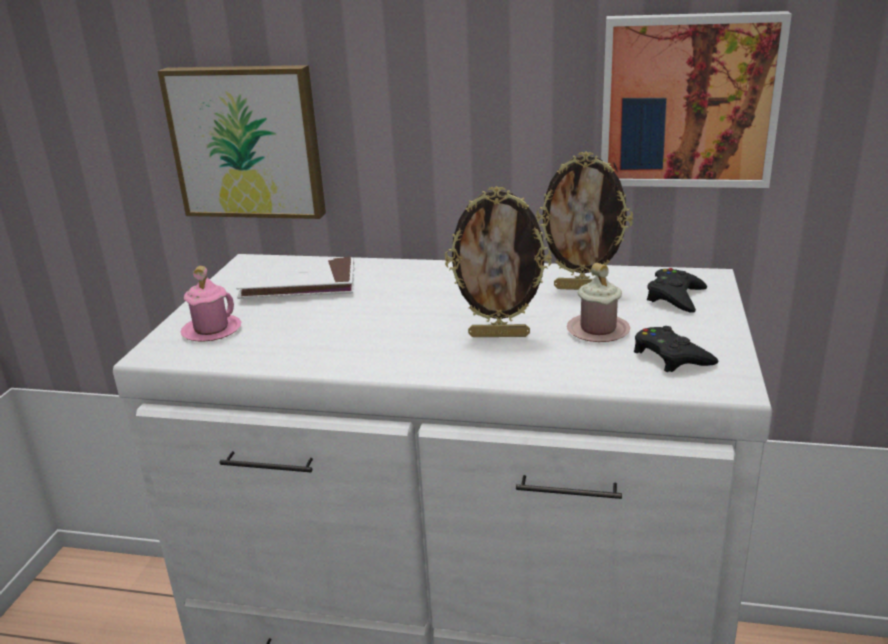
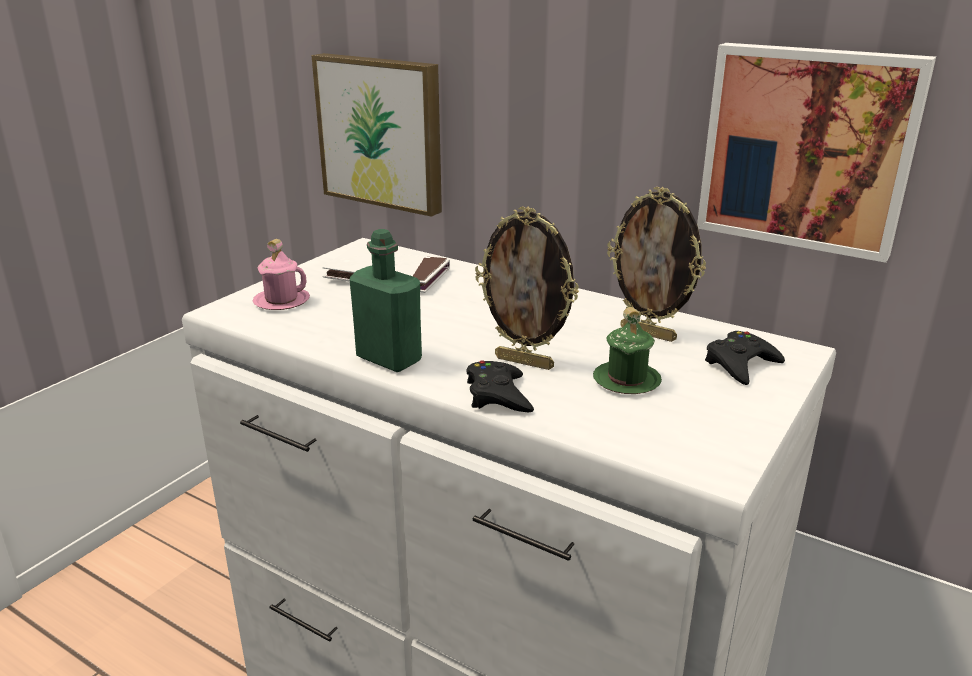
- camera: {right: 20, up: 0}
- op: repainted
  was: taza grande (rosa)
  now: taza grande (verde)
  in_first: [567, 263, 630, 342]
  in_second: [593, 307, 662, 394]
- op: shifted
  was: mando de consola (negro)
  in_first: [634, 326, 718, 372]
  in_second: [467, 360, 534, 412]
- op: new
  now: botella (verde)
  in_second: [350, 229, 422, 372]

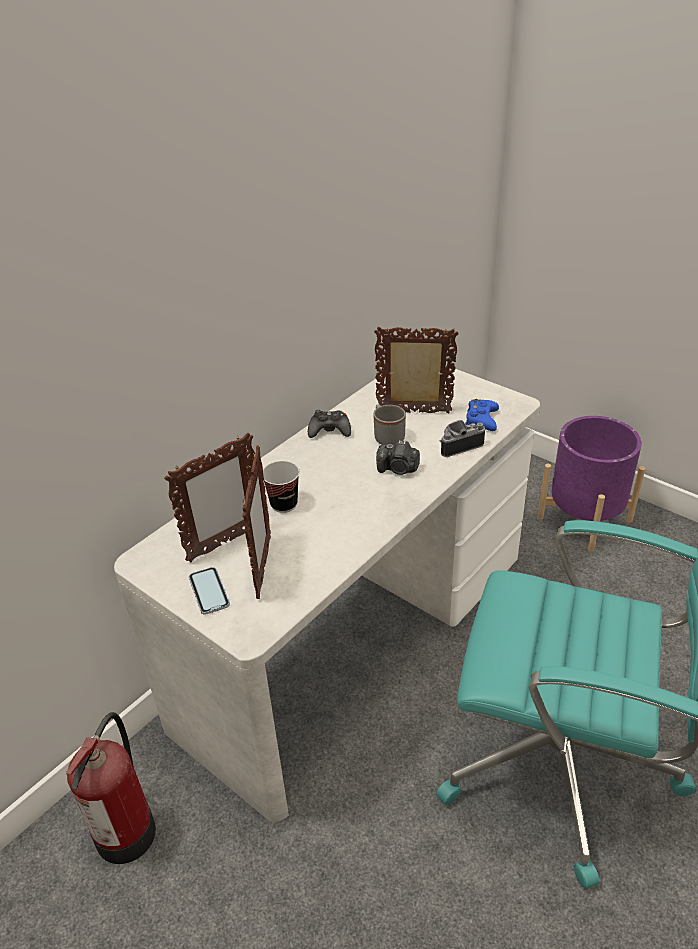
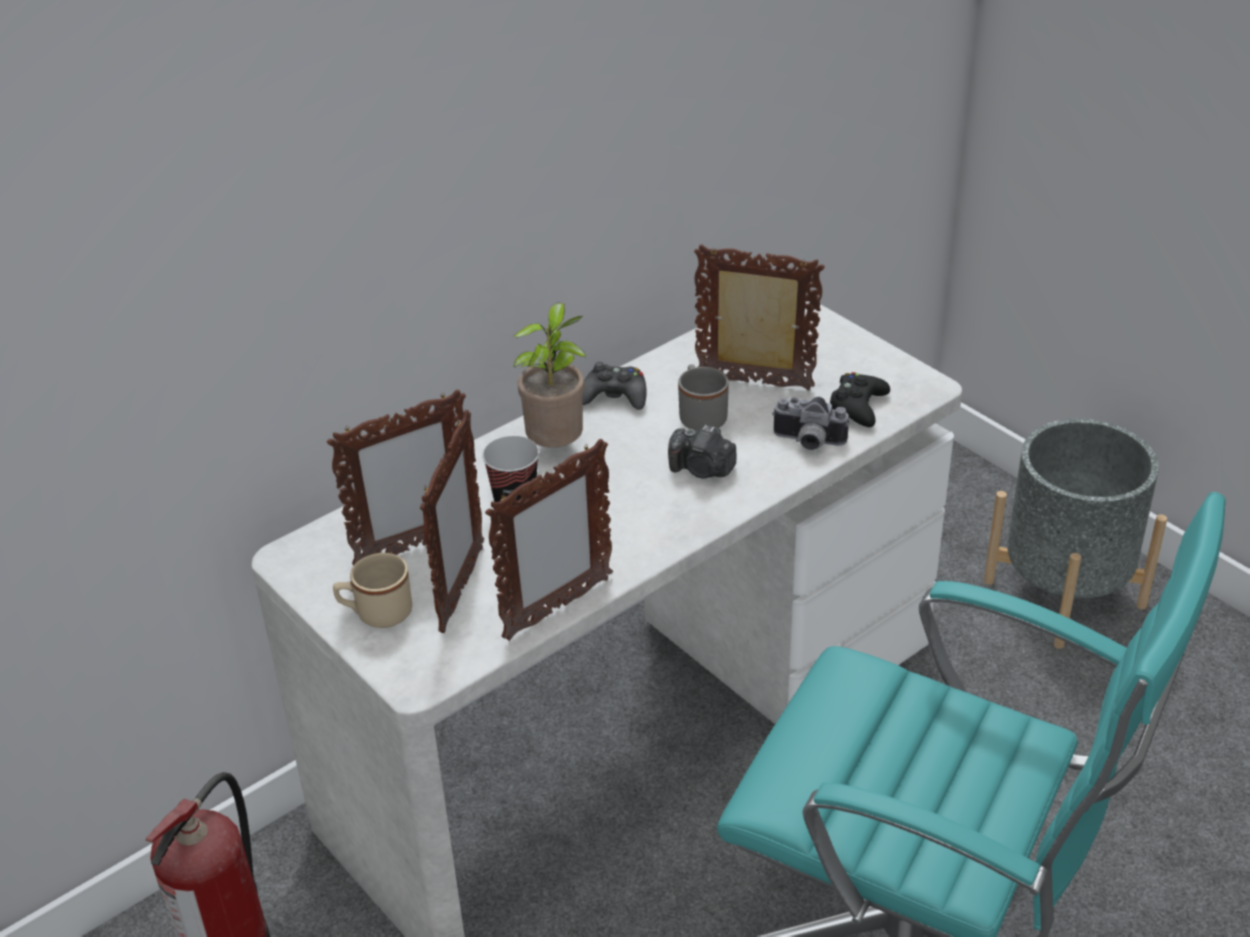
- camera: {right: 10, up: 0}
- op: repainted
  was: mando de consola (azul)
  now: mando de consola (negro)
  in_first: [465, 399, 499, 431]
  in_second: [830, 372, 890, 427]
- op: repainted
  was: maceta (morado)
  now: maceta (gris)
  in_first: [537, 416, 645, 552]
  in_second: [984, 419, 1167, 649]
- op: rotated
  was: cámara
  in_first: [440, 420, 485, 457]
  in_second: [772, 397, 849, 450]
  clockwise: -150
- op: swapped
  was: móvil
  now: taza grande (beis)
  in_first: [189, 567, 230, 615]
  in_second: [333, 553, 412, 628]
- op: new
  now: planta en maceta
  in_second: [513, 303, 587, 448]
- op: new
  now: portarretratos
  in_second: [485, 439, 613, 641]

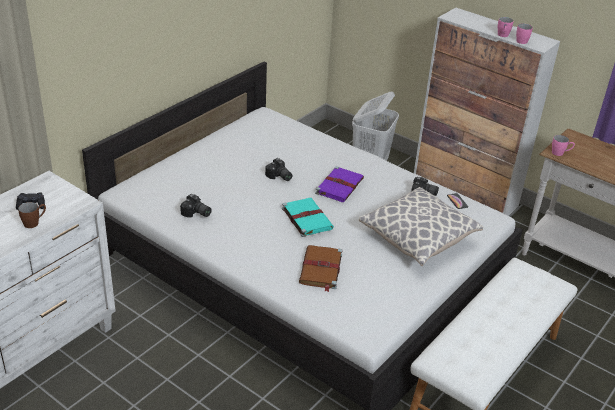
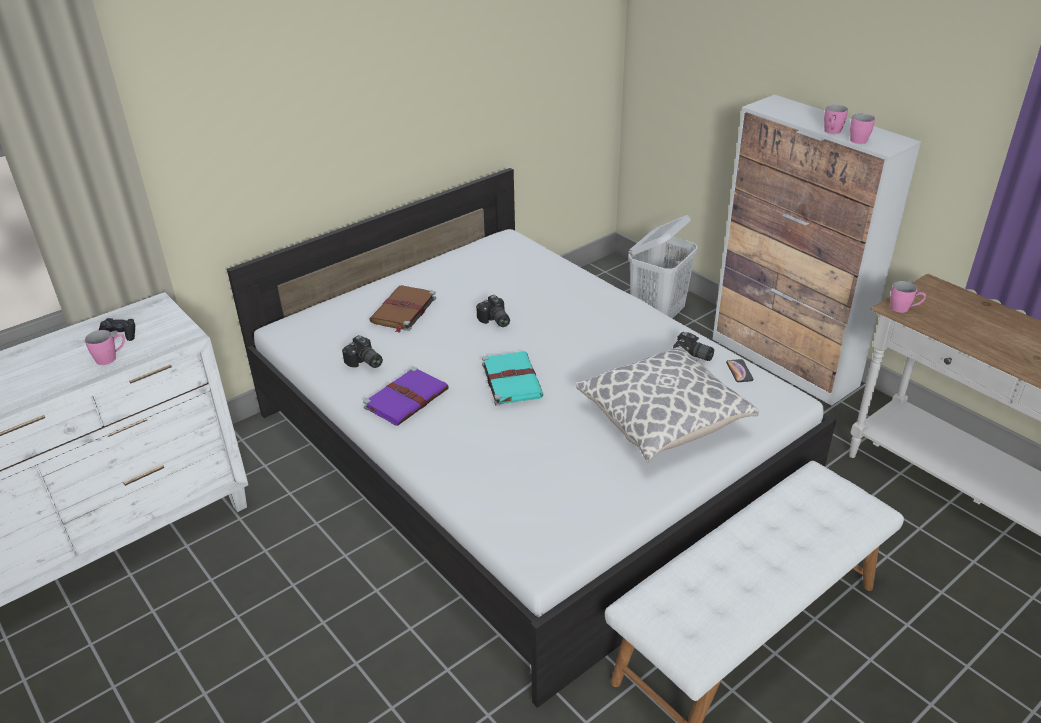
- camera: {right: 15, up: 0}
- op: shifted
  was: libro (morado)
  in_first: [315, 166, 364, 202]
  in_second: [363, 367, 449, 426]
- op: repainted
  was: taza grande (marrón)
  now: taza grande (rosa)
  in_first: [18, 202, 46, 228]
  in_second: [85, 330, 125, 365]
- op: shifted
  was: libro (marrón)
  in_first: [299, 245, 342, 292]
  in_second: [369, 285, 436, 333]

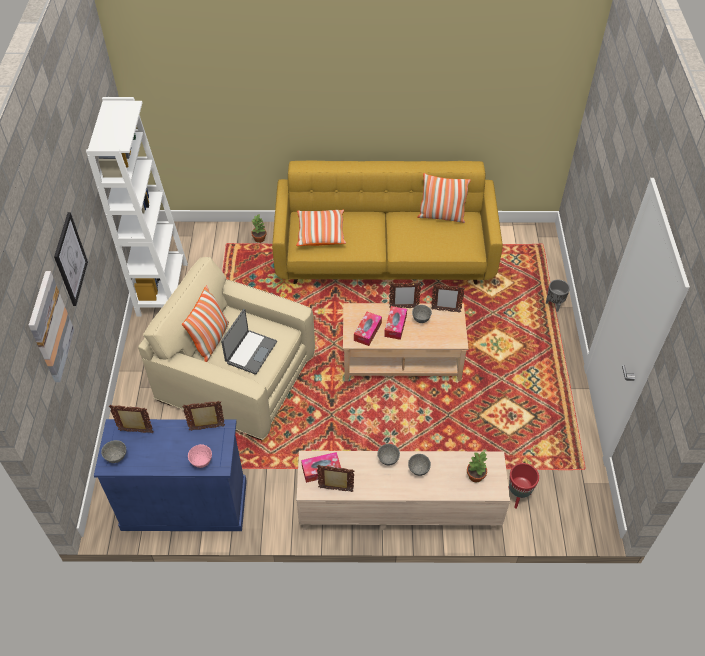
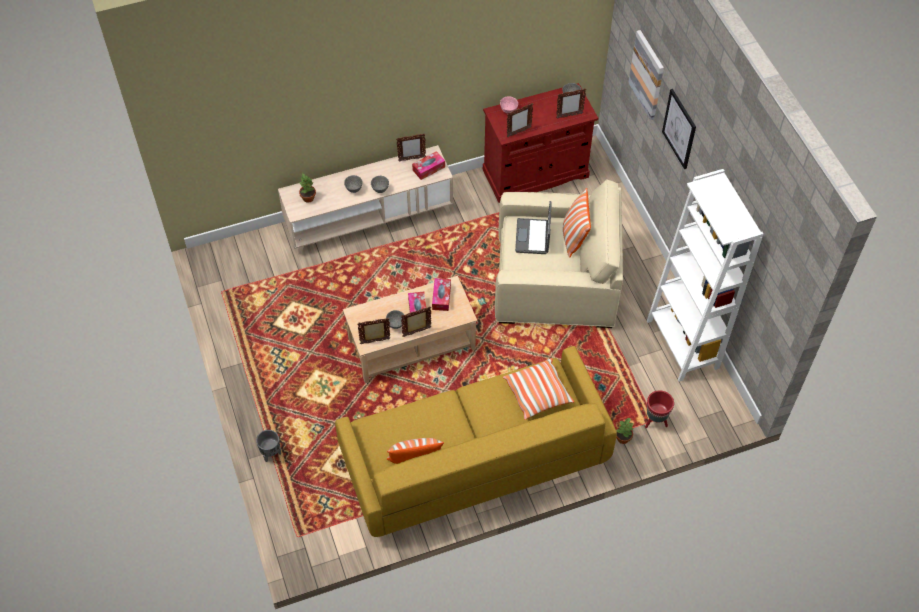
- camera: {right: 160, up: 5}
- op: repainted
  was: armario (azul)
  now: armario (rojo)
  in_first: [94, 419, 247, 531]
  in_second: [483, 83, 598, 203]
- op: shifted
  was: maceta (rojo)
  in_first: [508, 463, 539, 509]
  in_second: [645, 390, 674, 428]

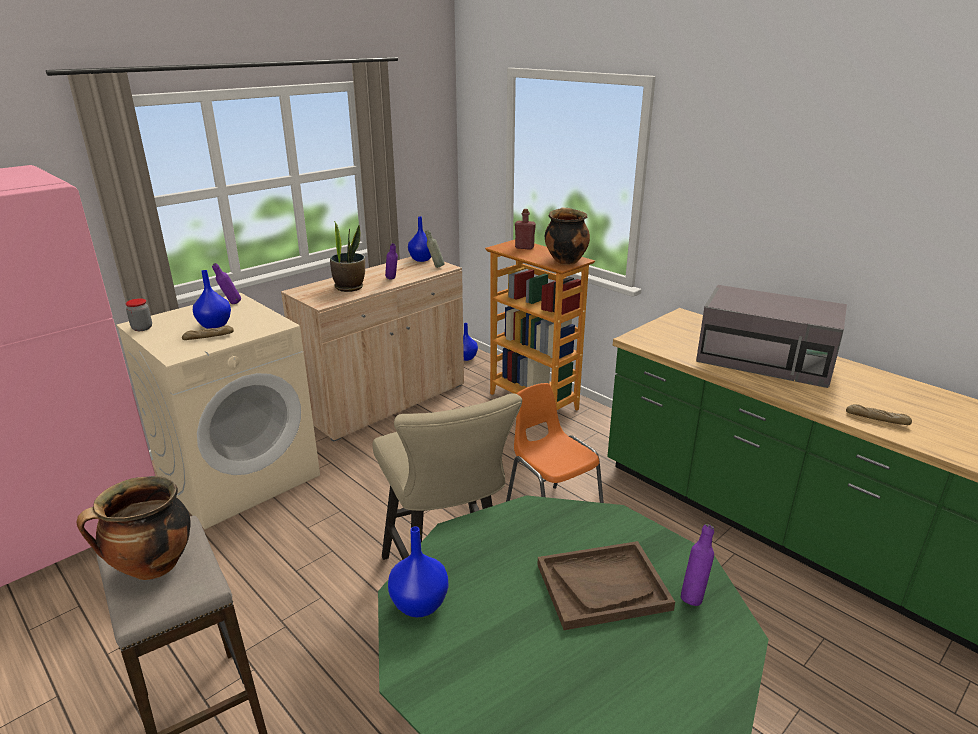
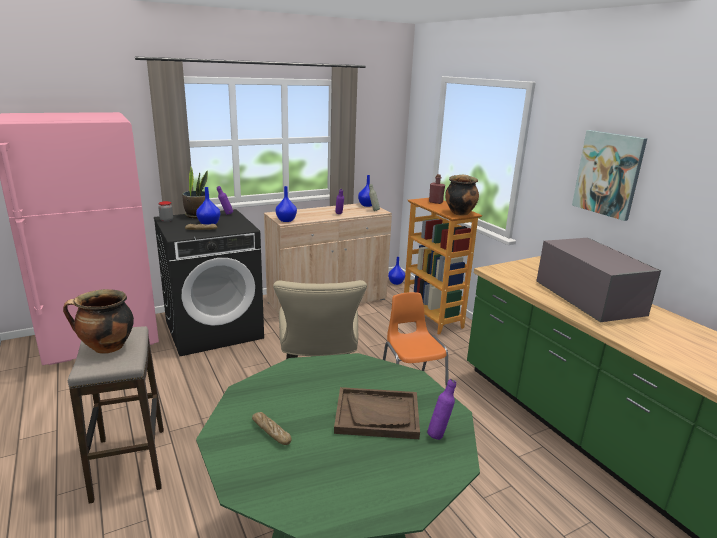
- camera: {right: 15, up: -5}
- op: shifted
  was: planta en maceta
  in_first: [330, 221, 365, 292]
  in_second: [182, 166, 208, 219]
- op: rotated
  was: microondas (gris)
  in_first: [696, 285, 847, 388]
  in_second: [537, 238, 661, 322]
  clockwise: -150
- op: repainted
  was: lavadora (beis)
  now: lavadora (negro)
  in_first: [116, 293, 320, 529]
  in_second: [154, 209, 264, 356]
- op: shifted
  was: pan
  in_first: [846, 404, 912, 425]
  in_second: [252, 412, 292, 445]
- op: shifted
  was: florero (azul)
  in_first: [388, 526, 448, 617]
  in_second: [275, 186, 297, 222]
- op: new
  now: cuadro
  in_second: [572, 130, 647, 221]

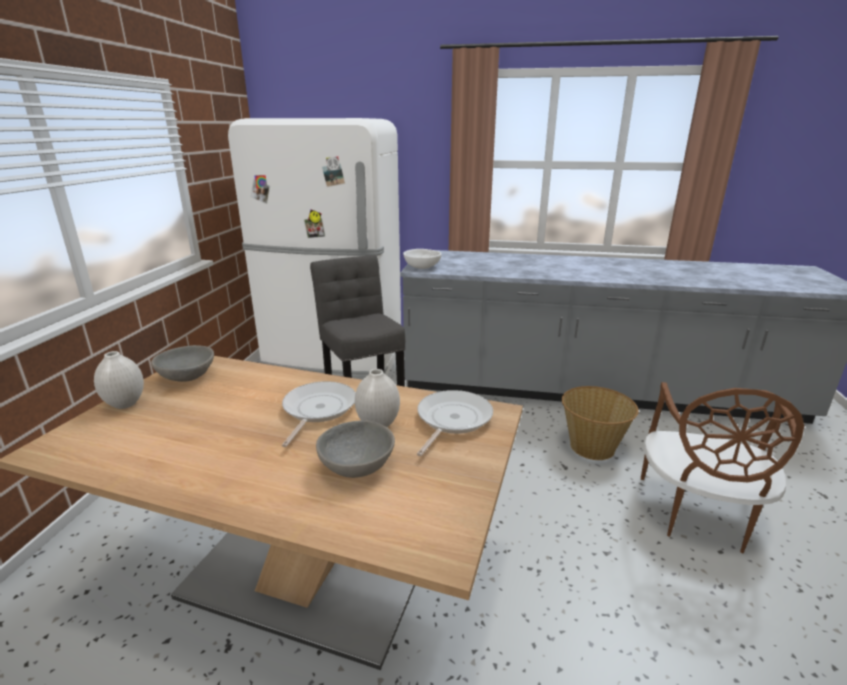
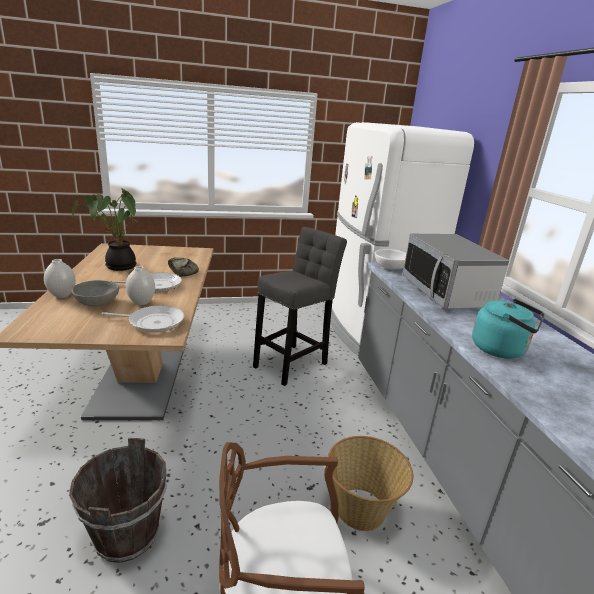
- camera: {right: 65, up: 0}
- op: gone
  was: cuenco (gris)
  in_first: [151, 345, 214, 382]
- op: shifted
  was: florero (blanco)
  in_first: [94, 351, 144, 409]
  in_second: [44, 259, 76, 298]
- op: new
  now: planta en maceta
  in_second: [72, 188, 140, 271]
- op: new
  now: microondas
  in_second: [402, 234, 509, 309]
- op: new
  now: pan
  in_second: [168, 257, 199, 277]
- op: new
  now: hervidor (turquesa)
  in_second: [472, 299, 545, 359]
- op: new
  now: cubo (marrón)
  in_second: [69, 437, 167, 563]

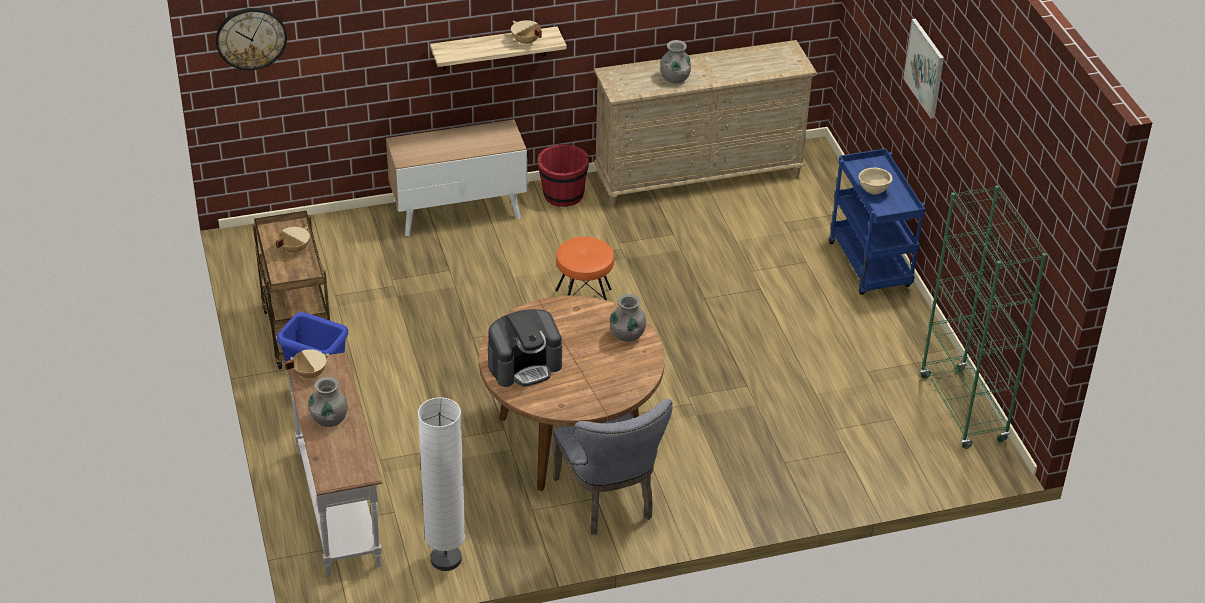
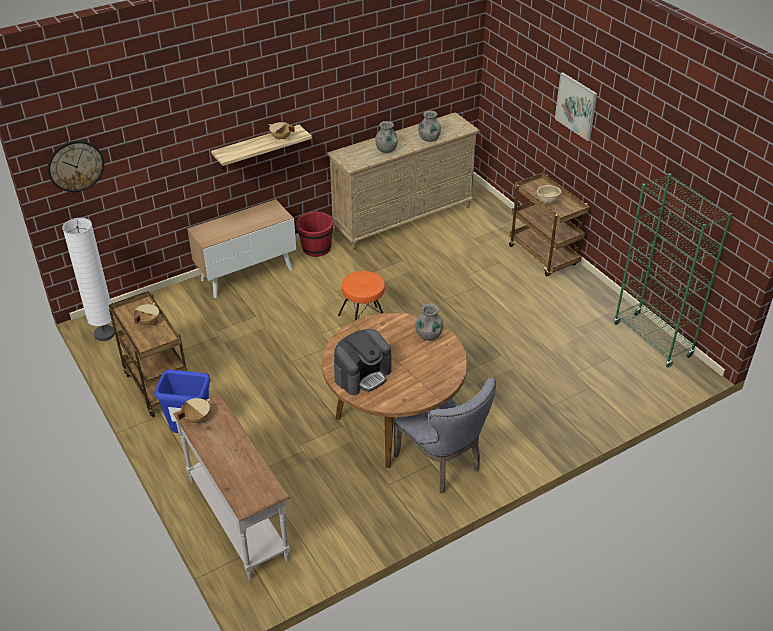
- camera: {right: -15, up: 0}
- op: repainted
  was: carrito (azul)
  now: carrito (marrón)
  in_first: [829, 148, 925, 295]
  in_second: [509, 173, 590, 276]
- op: shifted
  was: florero (gris)
  in_first: [308, 377, 348, 427]
  in_second: [418, 111, 441, 142]
- op: shifted
  was: lámpara de pie (blanco)
  in_first: [418, 397, 465, 571]
  in_second: [62, 218, 115, 341]

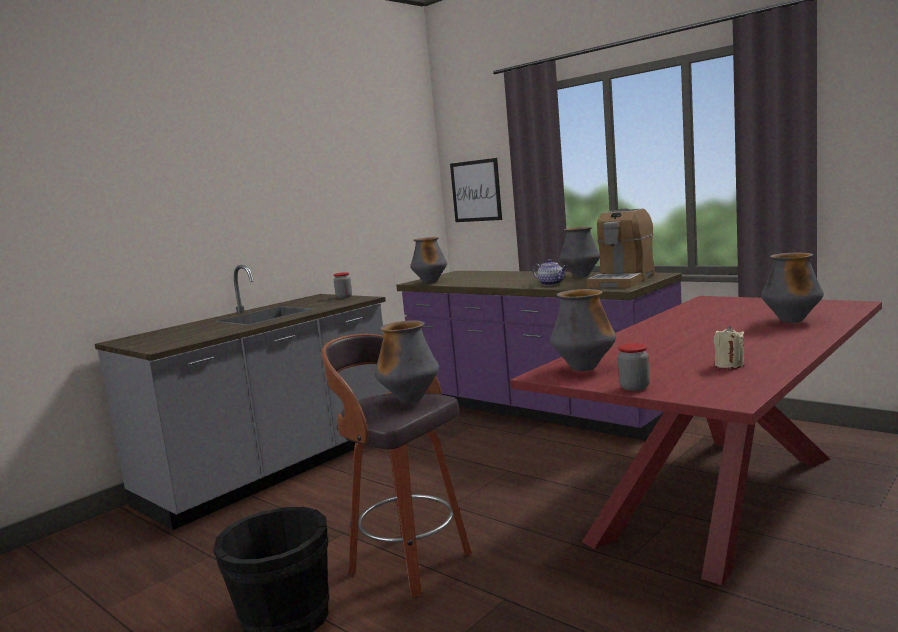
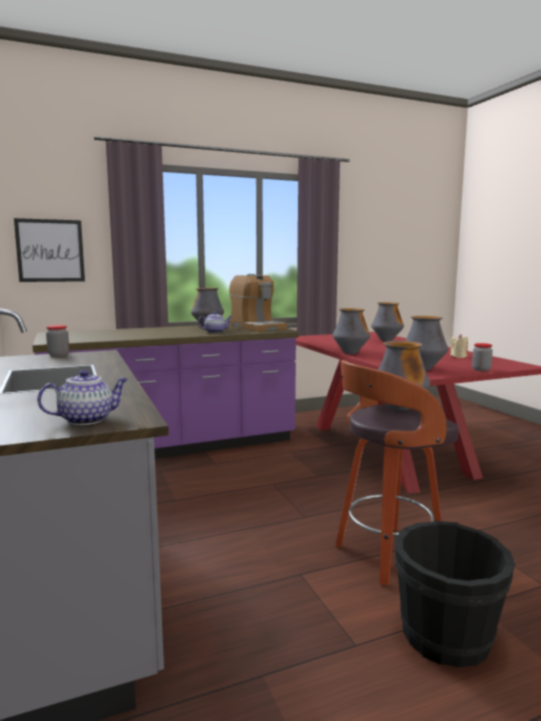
- camera: {right: -65, up: 0}
- op: shifted
  was: florero
  in_first: [410, 237, 447, 283]
  in_second: [333, 308, 370, 354]
- op: new
  now: tetera
  in_second: [37, 370, 128, 425]

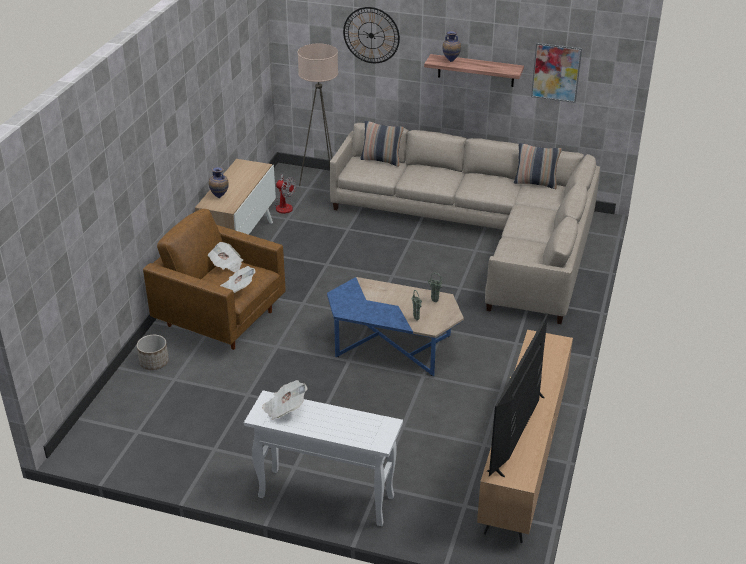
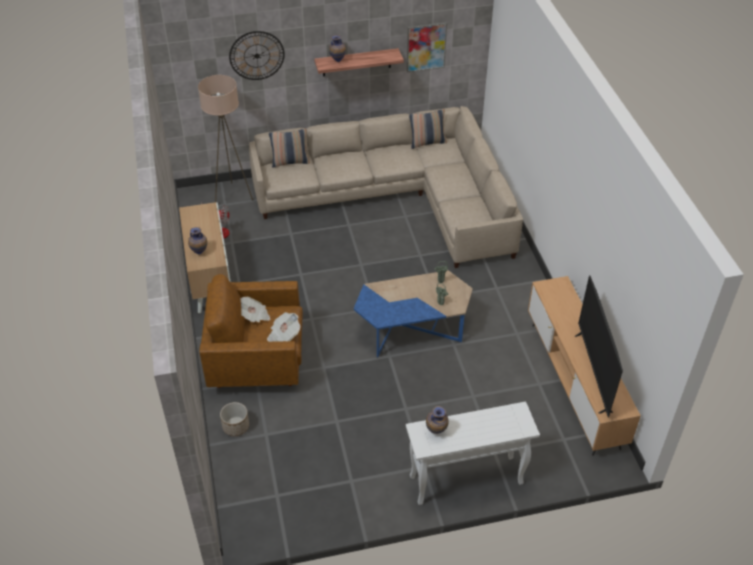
- camera: {right: -30, up: 10}
- op: swapped
  was: periódico
  now: florero
  in_first: [262, 380, 308, 420]
  in_second: [426, 406, 449, 434]

